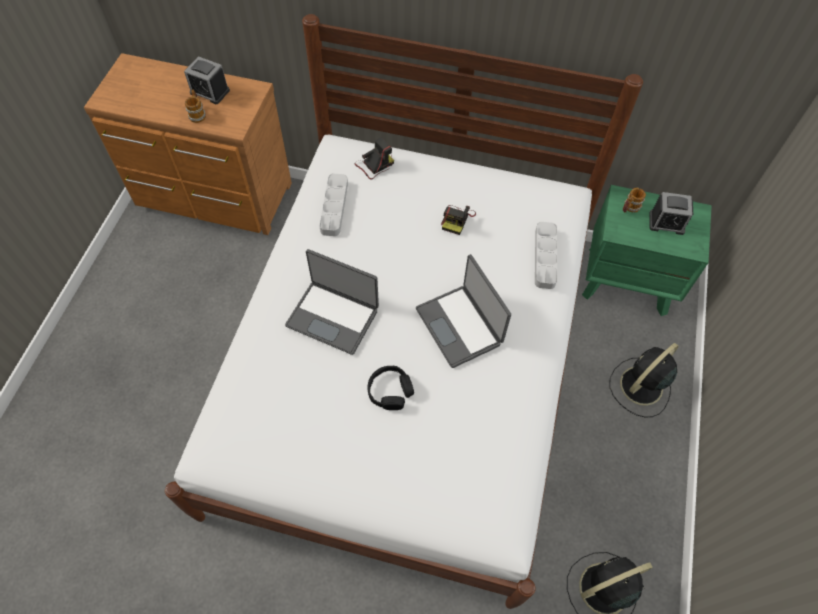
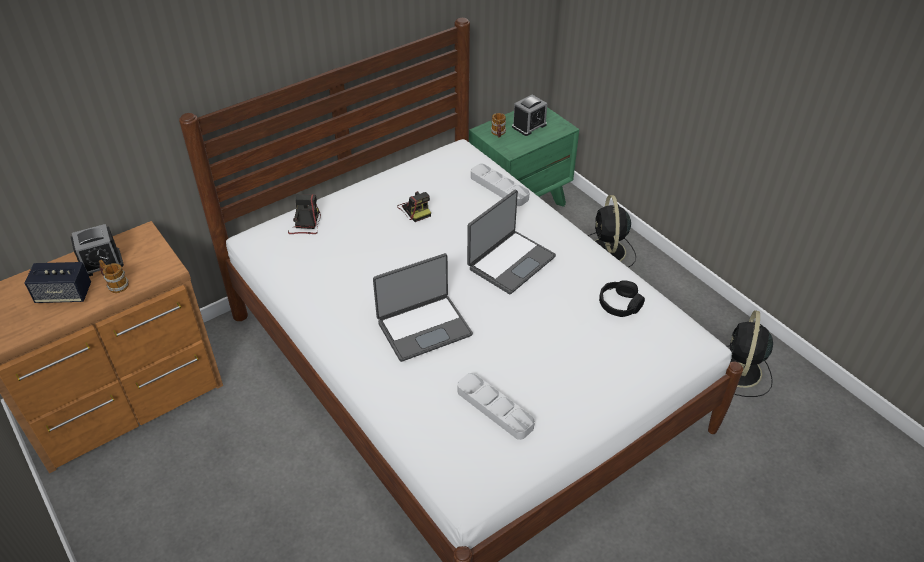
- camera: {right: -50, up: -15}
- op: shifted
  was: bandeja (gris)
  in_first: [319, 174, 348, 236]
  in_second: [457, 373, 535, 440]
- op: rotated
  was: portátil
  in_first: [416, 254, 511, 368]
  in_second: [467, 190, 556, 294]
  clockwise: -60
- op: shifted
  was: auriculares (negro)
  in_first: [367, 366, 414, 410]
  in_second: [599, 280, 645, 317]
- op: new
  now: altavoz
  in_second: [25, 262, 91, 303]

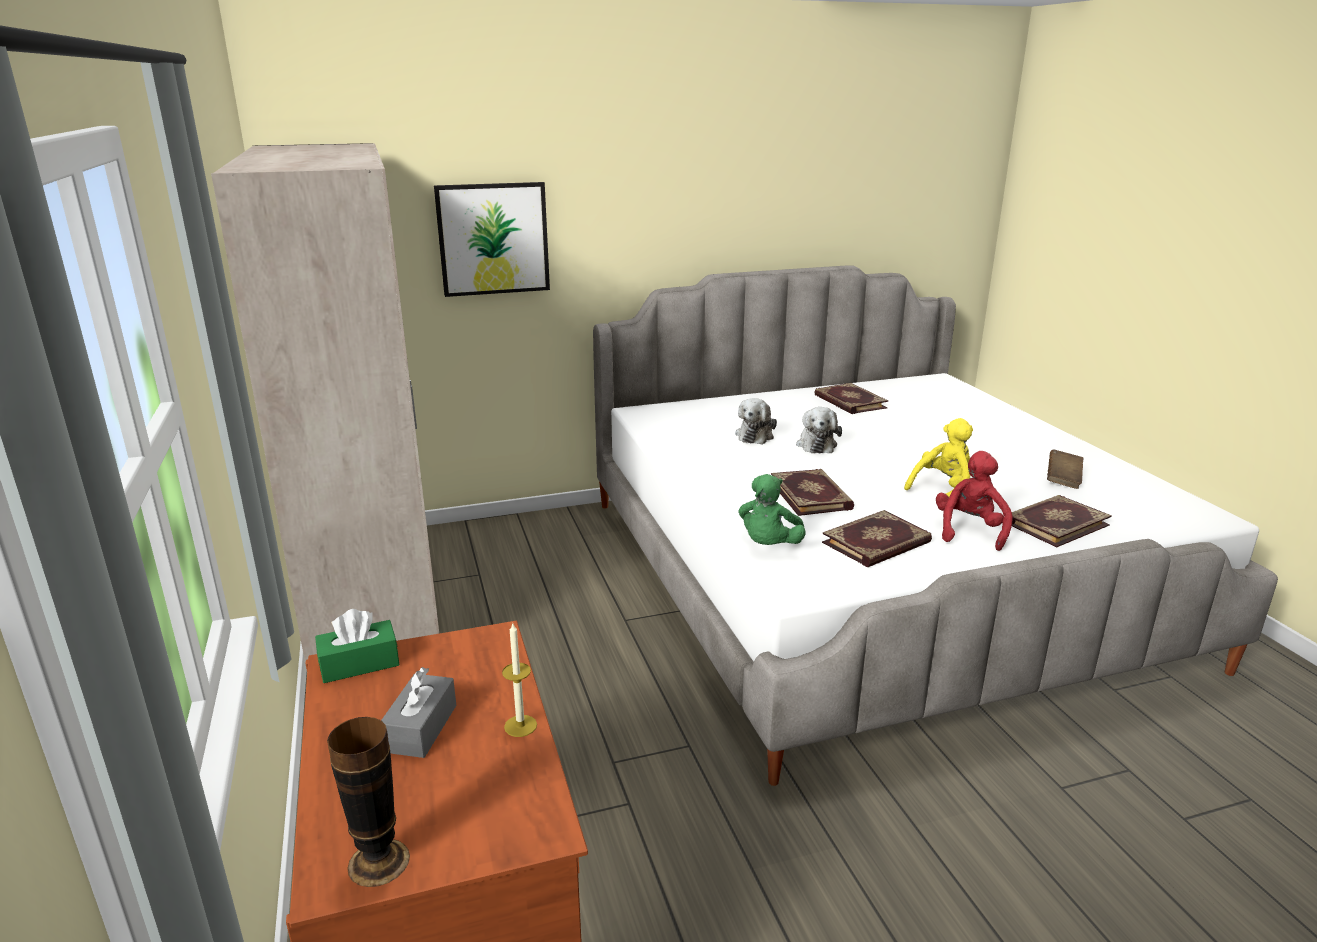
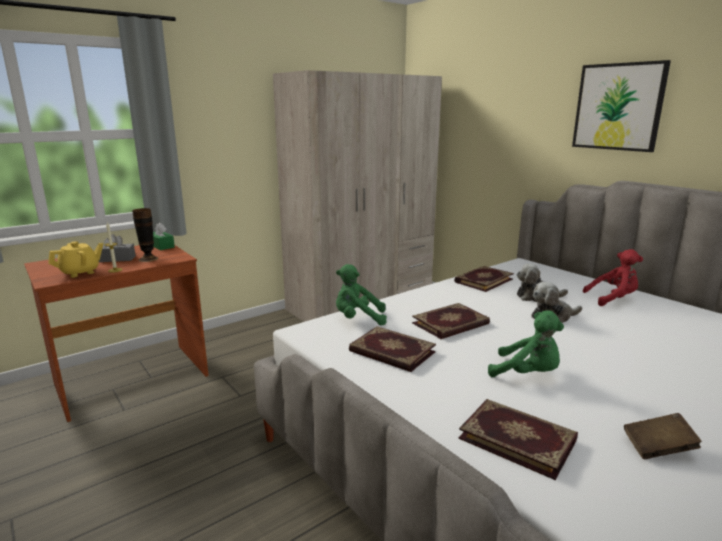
- camera: {right: 70, up: -5}
- op: shifted
  was: cuadro
  in_first: [434, 182, 550, 297]
  in_second: [572, 60, 671, 152]
- op: shifted
  was: libro
  in_first: [814, 383, 888, 414]
  in_second: [454, 266, 514, 292]
- op: repainted
  was: peluche (amarillo)
  now: peluche (verde)
  in_first: [904, 418, 973, 497]
  in_second: [488, 310, 564, 377]
- op: shifted
  was: peluche (rojo)
  in_first: [936, 451, 1013, 551]
  in_second: [583, 249, 643, 306]
- op: shifted
  was: florero
  in_first: [327, 717, 410, 887]
  in_second: [132, 208, 159, 262]
- op: new
  now: tetera (amarillo)
  in_second: [48, 241, 103, 278]

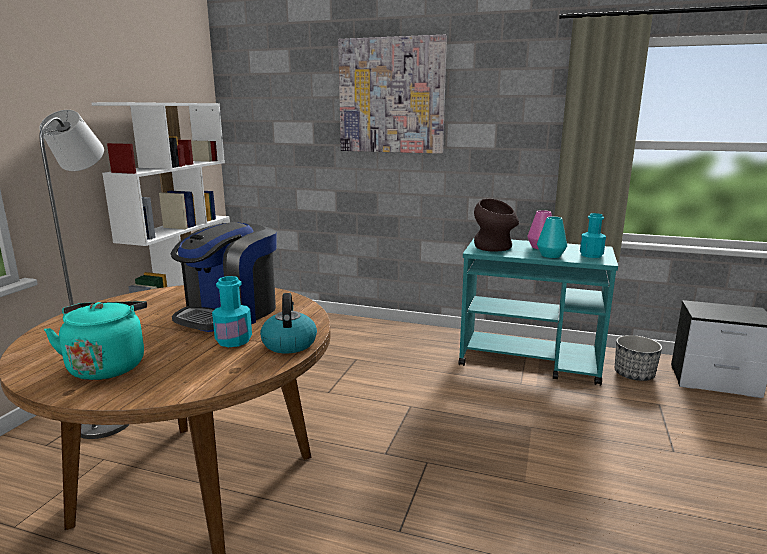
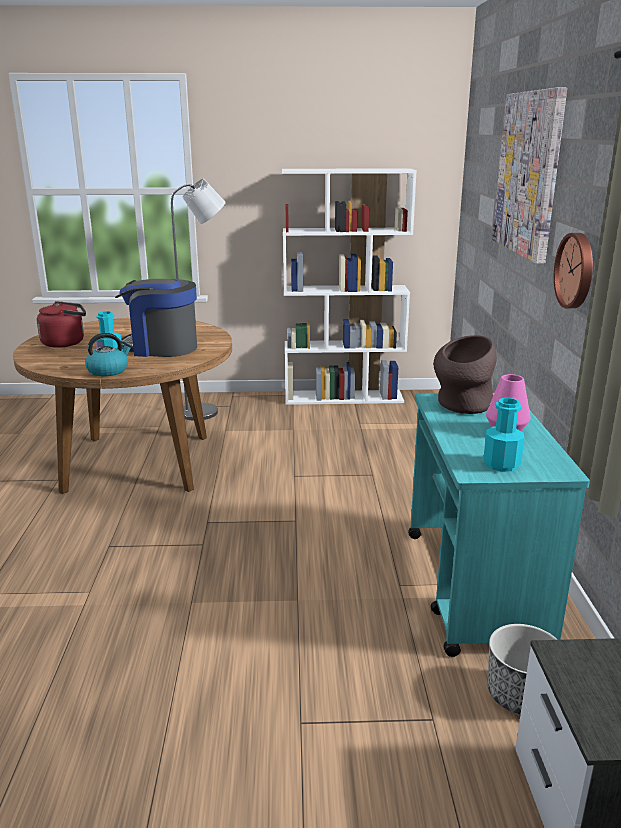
- camera: {right: 70, up: 5}
- op: gone
  was: florero (turquesa)
  in_first: [537, 217, 567, 258]
- op: repainted
  was: hervidor (turquesa)
  now: hervidor (rojo)
  in_first: [44, 301, 147, 380]
  in_second: [37, 301, 86, 348]
- op: new
  now: reloj de pared
  in_second: [554, 233, 593, 308]

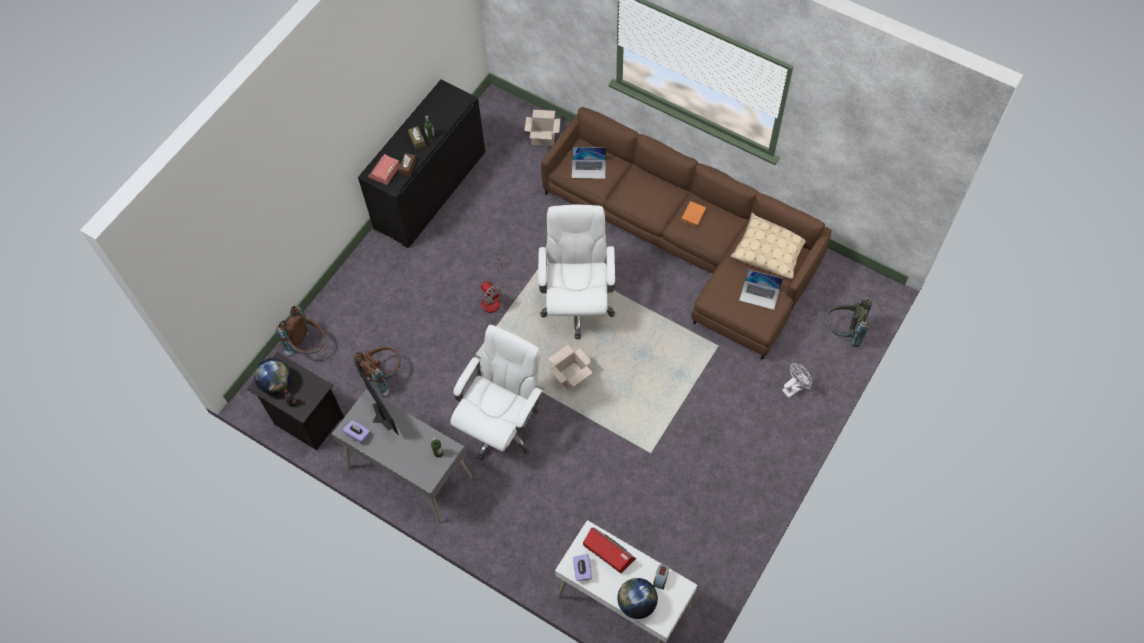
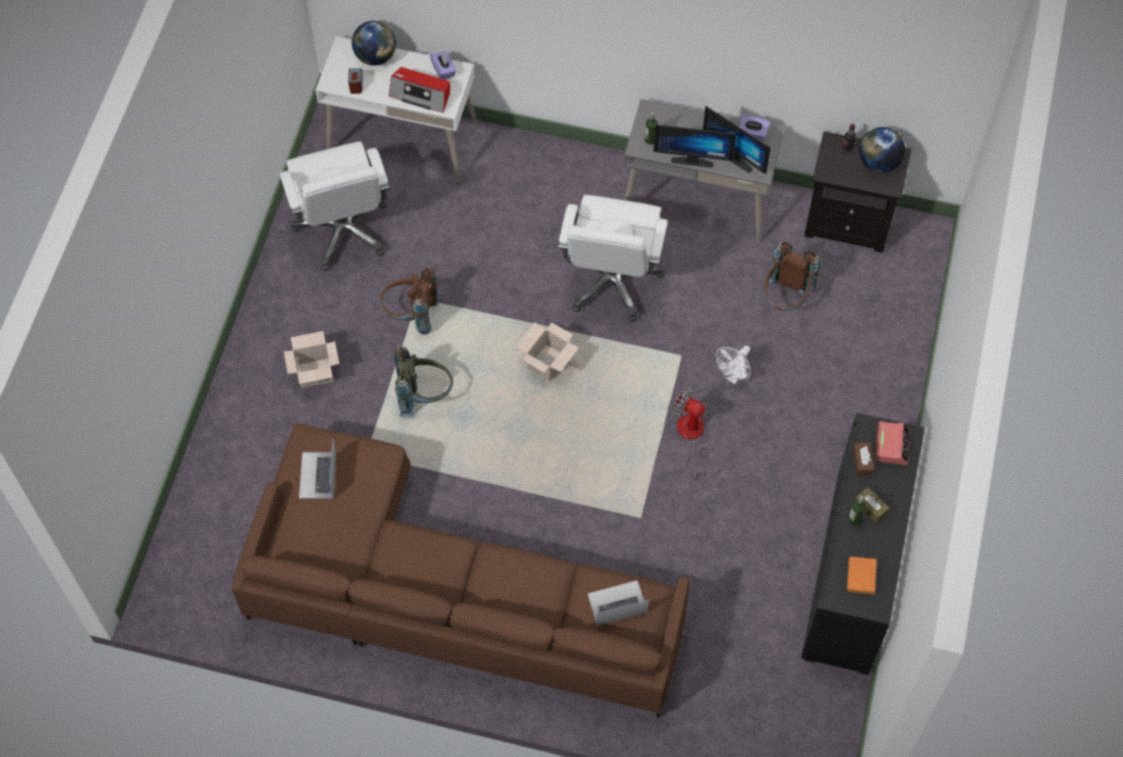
- camera: {right: 160, up: 0}
- op: shifted
  was: caja de cartón
  in_first: [524, 110, 561, 146]
  in_second: [284, 331, 339, 388]
- op: shifted
  was: libro (naranja)
  in_first: [682, 201, 706, 227]
  in_second: [847, 557, 877, 594]
- op: shifted
  was: silla de oficina (blanco)
  in_first: [538, 205, 615, 339]
  in_second: [280, 141, 390, 271]
- op: gone
  was: cojín (beis)
  in_first: [731, 213, 806, 279]
- op: rotated
  was: portátil
  in_first: [739, 269, 783, 310]
  in_second: [299, 440, 336, 499]
  clockwise: -90
- op: shifted
  was: mochila (gris)
  in_first: [824, 298, 872, 347]
  in_second: [394, 346, 453, 418]
- op: shifted
  was: mochila (marrón)
  in_first: [276, 306, 326, 355]
  in_second: [379, 267, 439, 335]
- op: shifted
  was: ventilador (blanco)
  in_first: [782, 363, 812, 398]
  in_second: [716, 346, 751, 384]
- op: new
  now: monitor
  in_second: [654, 124, 736, 167]

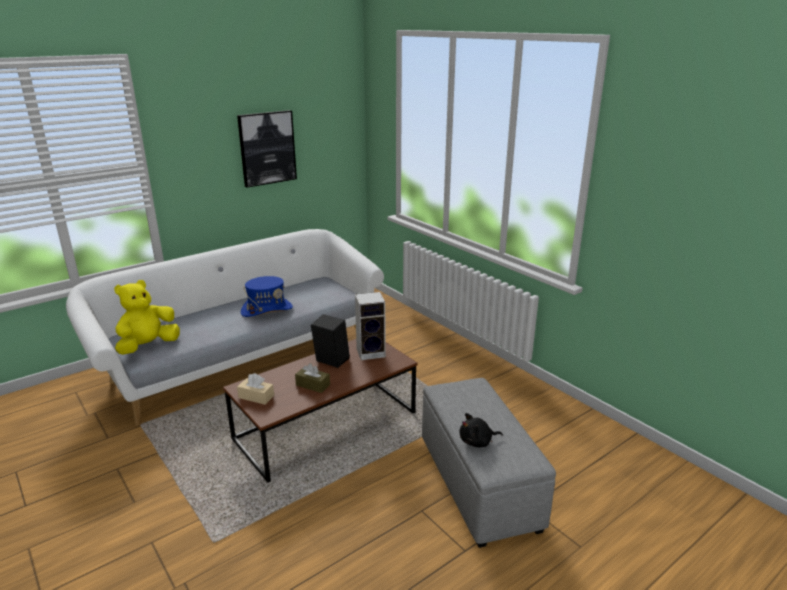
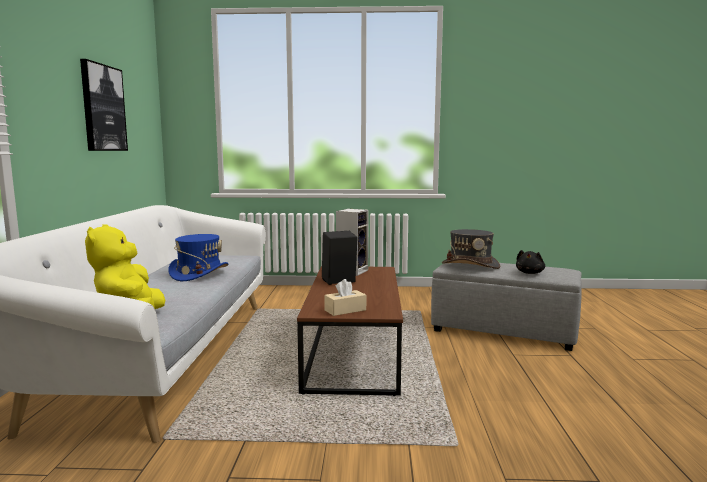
- camera: {right: -50, up: -15}
- op: gone
  was: caja de pañuelos (marrón)
  in_first: [295, 363, 330, 393]
- op: new
  now: sombrero (gris)
  in_second: [442, 229, 500, 269]

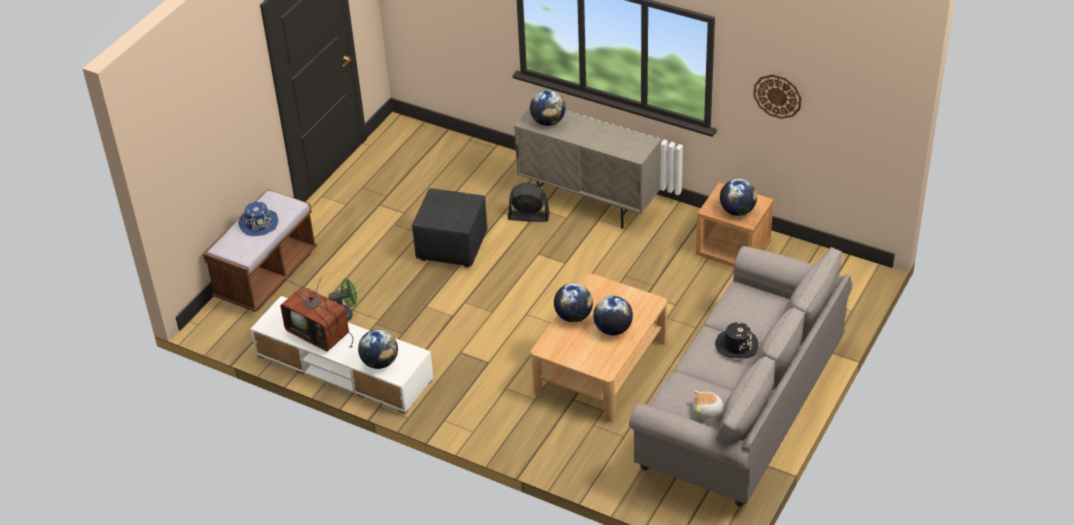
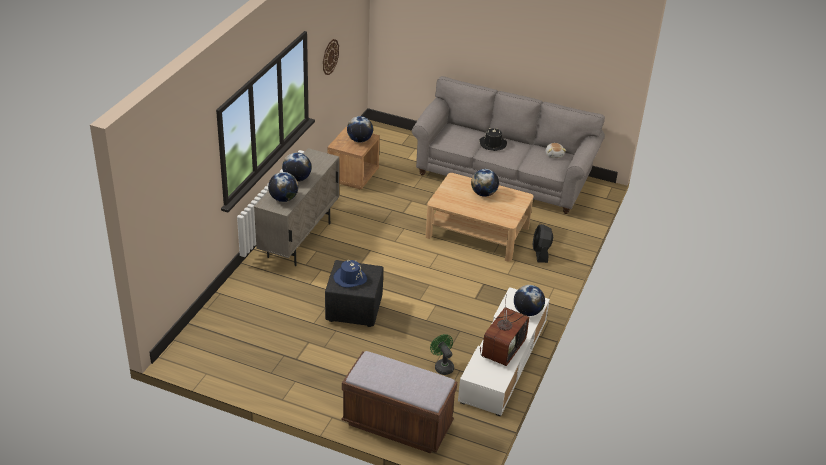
- camera: {right: -100, up: -5}
- op: shifted
  was: ventilador (negro)
  in_first: [508, 183, 550, 222]
  in_second: [533, 224, 553, 263]
- op: shifted
  was: sombrero (azul)
  in_first: [238, 202, 278, 236]
  in_second: [333, 260, 367, 288]
- op: shifted
  was: globo terráqueo
  in_first: [554, 283, 593, 322]
  in_second: [282, 153, 312, 182]

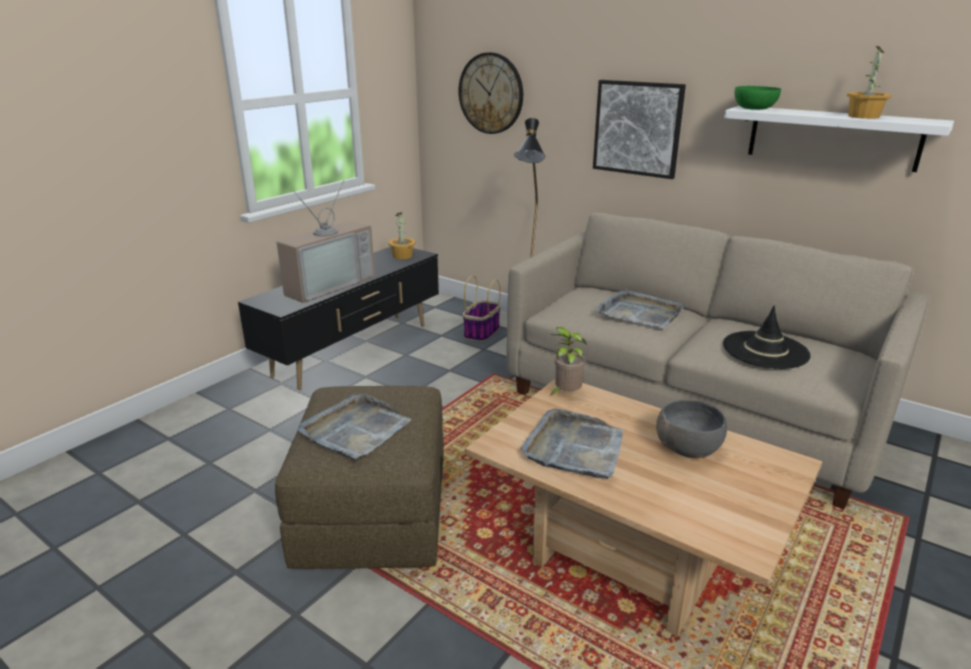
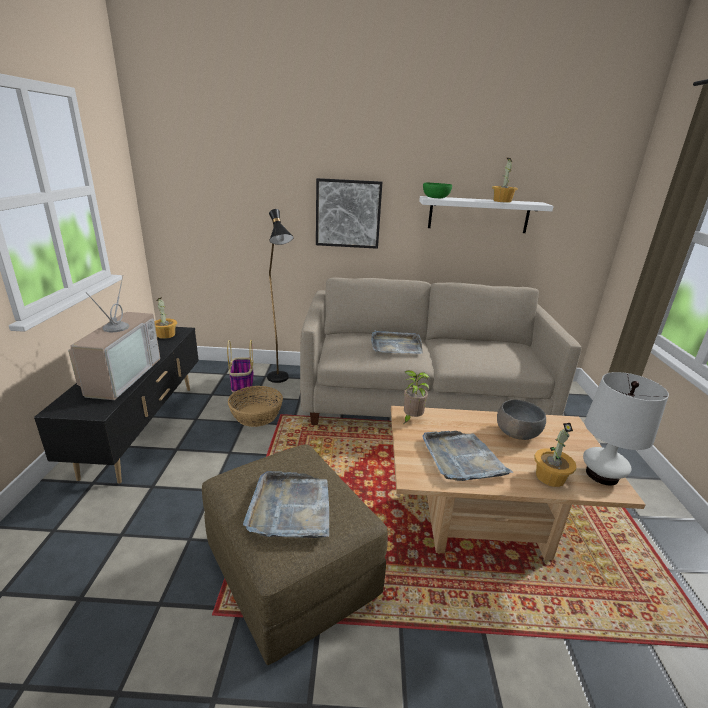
- camera: {right: -35, up: 0}
- op: gone
  was: reloj de pared
  in_first: [458, 52, 523, 134]
- op: gone
  was: sombrero (negro)
  in_first: [723, 305, 811, 369]
- op: new
  now: lámpara de mesa (blanco)
  in_second: [583, 372, 669, 485]
- op: new
  now: cesta
  in_second: [228, 386, 283, 427]
- op: new
  now: planta en maceta
  in_second: [534, 423, 577, 487]

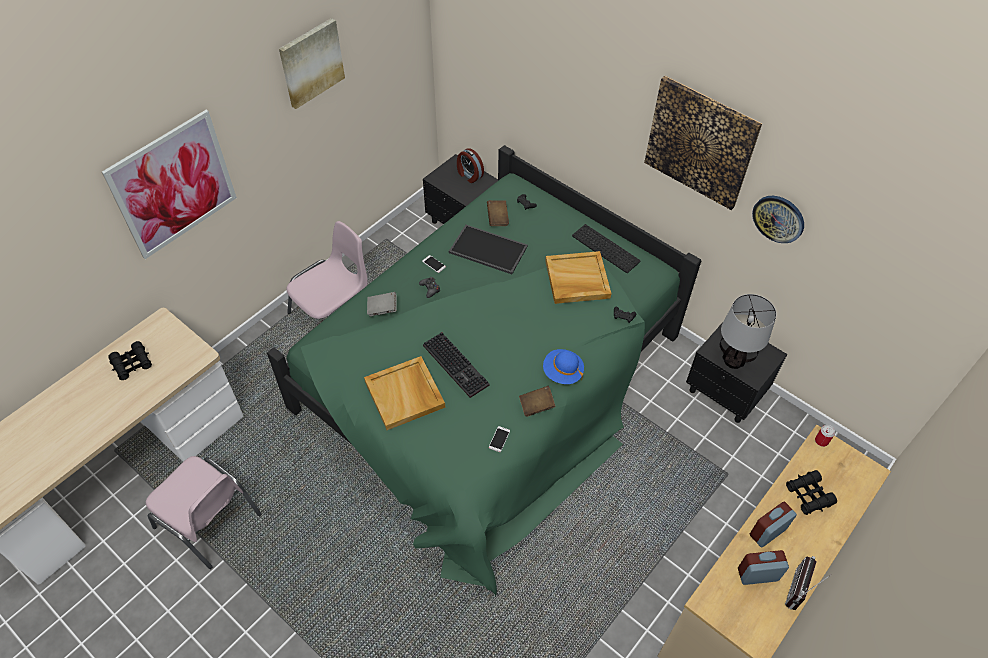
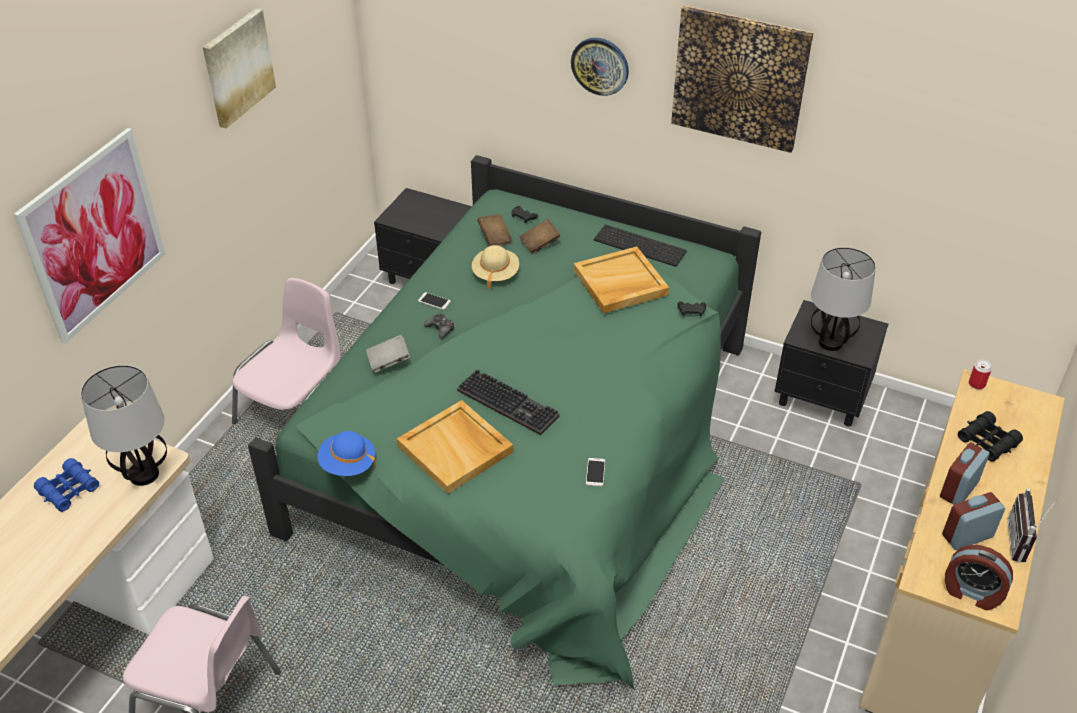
- camera: {right: -15, up: -10}
- op: shifted
  was: despertador
  in_first: [457, 148, 484, 183]
  in_second: [945, 545, 1013, 610]
- op: shifted
  was: reloj de pared
  in_first: [752, 196, 804, 243]
  in_second: [571, 38, 629, 96]
- op: swapped
  was: bandeja
  now: sombrero (beis)
  in_first: [449, 225, 528, 274]
  in_second: [472, 245, 519, 289]
- op: repainted
  was: prismáticos (negro)
  now: prismáticos (azul)
  in_first: [108, 341, 152, 380]
  in_second: [34, 458, 99, 512]
- op: shifted
  was: sombrero (azul)
  in_first: [543, 349, 584, 384]
  in_second: [318, 431, 376, 476]
- op: shifted
  was: libro (marrón)
  in_first: [519, 386, 556, 417]
  in_second: [520, 219, 561, 254]
- op: new
  now: lámpara de mesa
  in_second: [81, 365, 167, 486]

